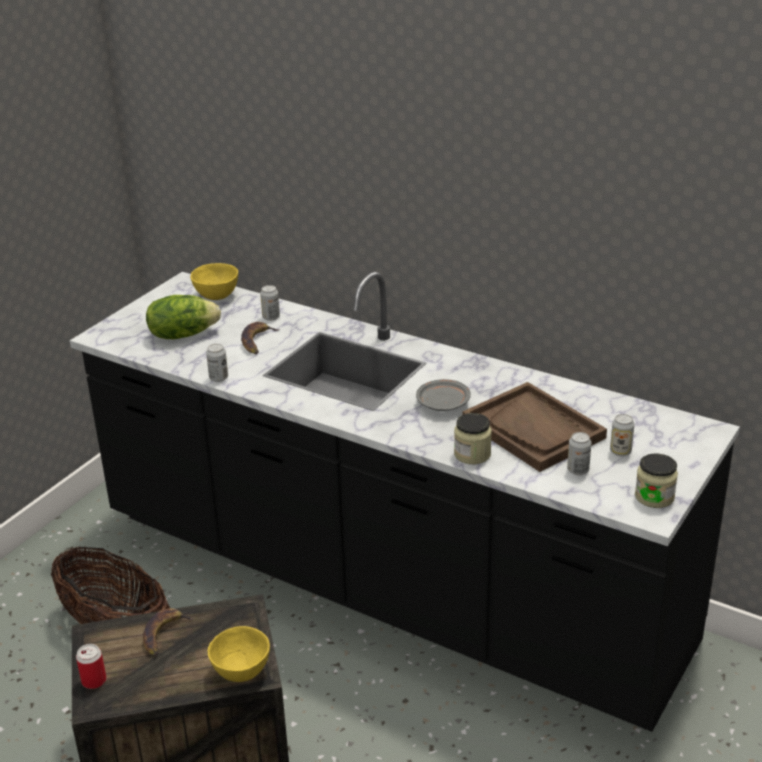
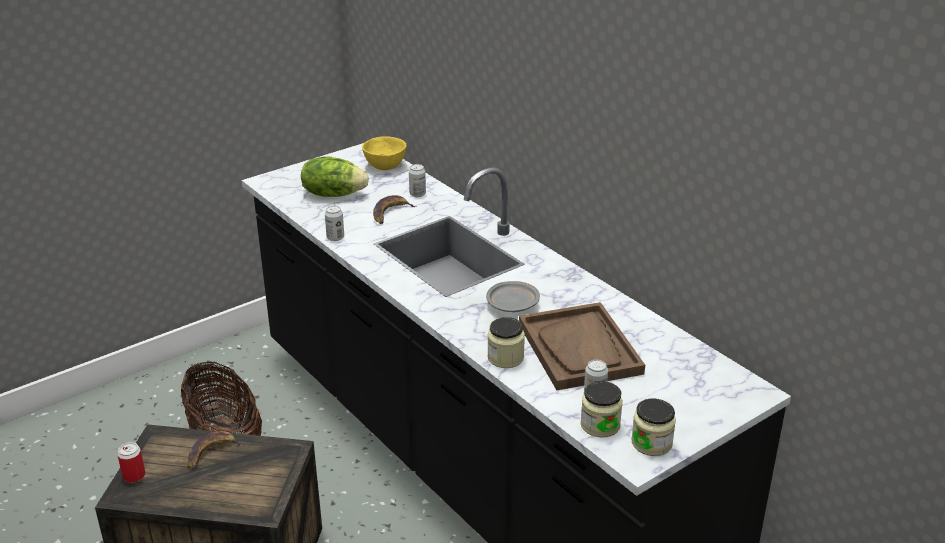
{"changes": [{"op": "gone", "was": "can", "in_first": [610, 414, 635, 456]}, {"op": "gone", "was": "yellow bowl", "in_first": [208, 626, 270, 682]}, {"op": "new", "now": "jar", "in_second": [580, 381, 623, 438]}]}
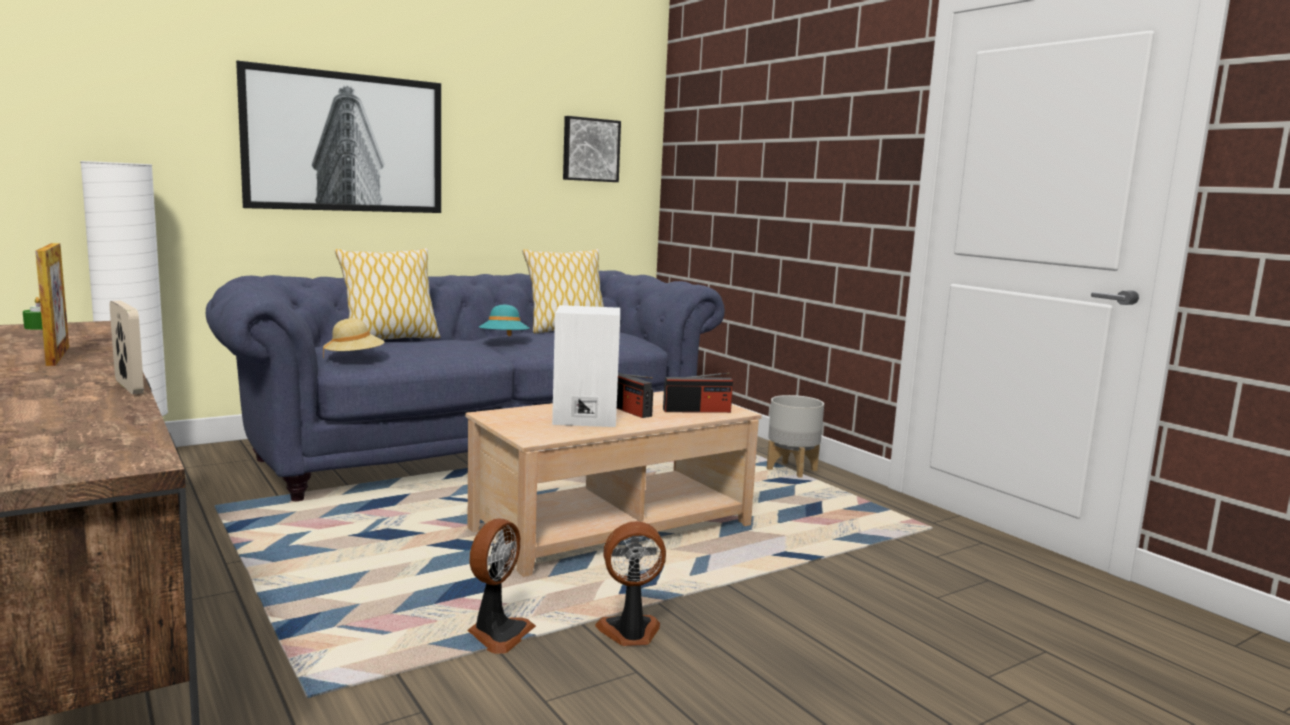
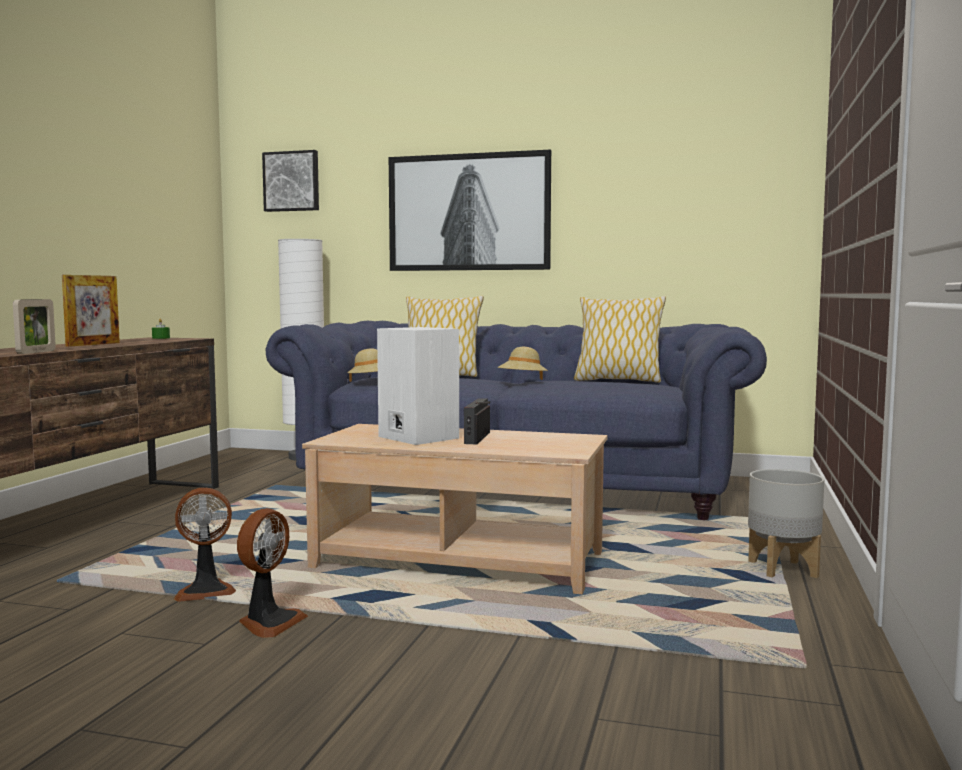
{"changes": [{"op": "shifted", "was": "picture", "in_first": [563, 116, 621, 182], "in_second": [262, 150, 319, 212]}, {"op": "repainted", "was": "turquoise hat", "now": "beige hat", "in_first": [479, 305, 530, 336], "in_second": [497, 347, 548, 380]}, {"op": "gone", "was": "radio", "in_first": [663, 372, 733, 413]}, {"op": "rotated", "was": "fan", "in_first": [595, 521, 666, 646], "in_second": [237, 508, 308, 638], "clockwise": 75}]}
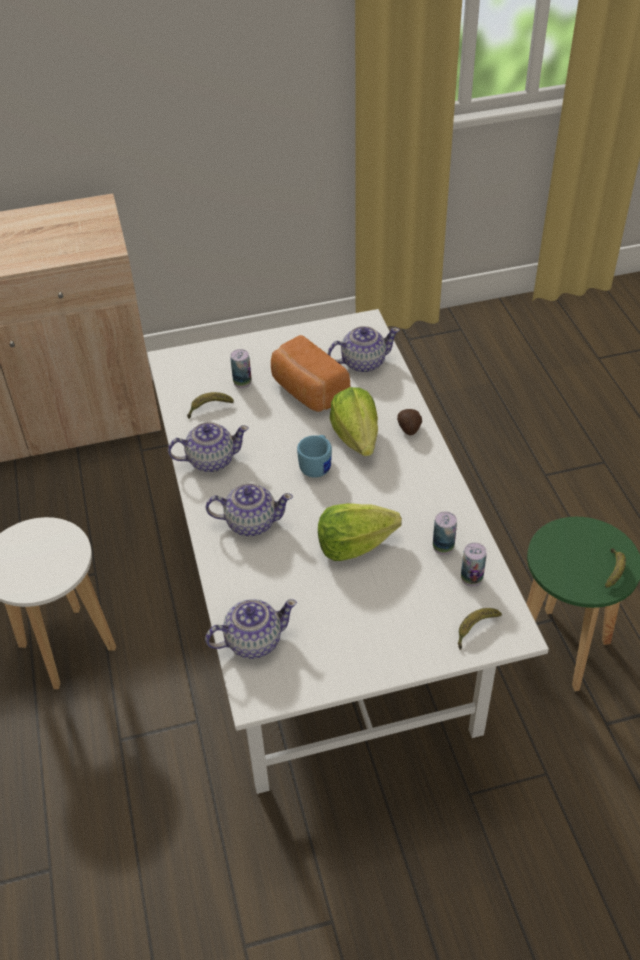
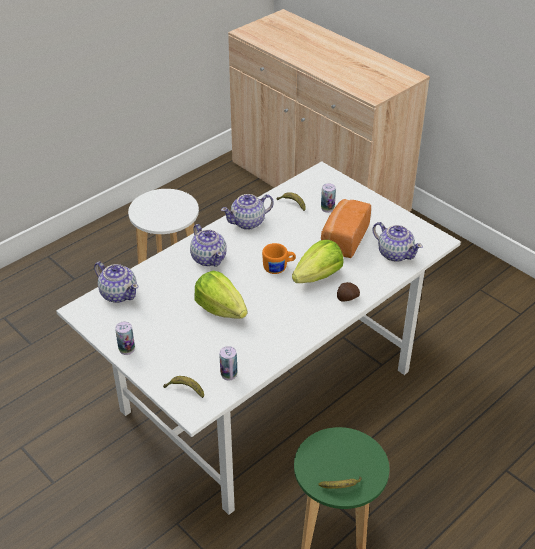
{"changes": [{"op": "rotated", "was": "teapot", "in_first": [168, 422, 249, 472], "in_second": [221, 194, 274, 230], "clockwise": 105}, {"op": "repainted", "was": "blue mug", "now": "orange mug", "in_first": [297, 435, 332, 478], "in_second": [262, 243, 296, 274]}, {"op": "shifted", "was": "can", "in_first": [433, 511, 457, 555], "in_second": [115, 321, 135, 355]}]}
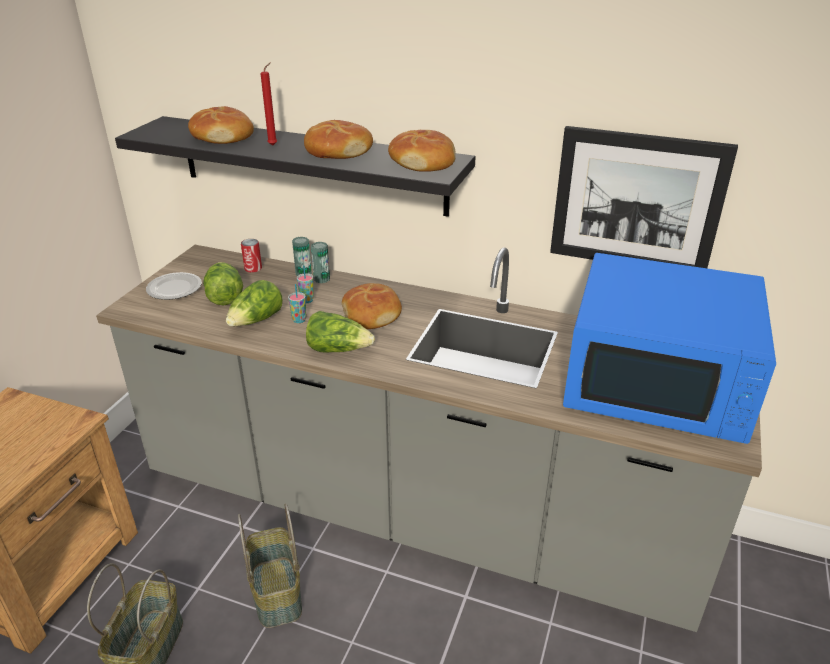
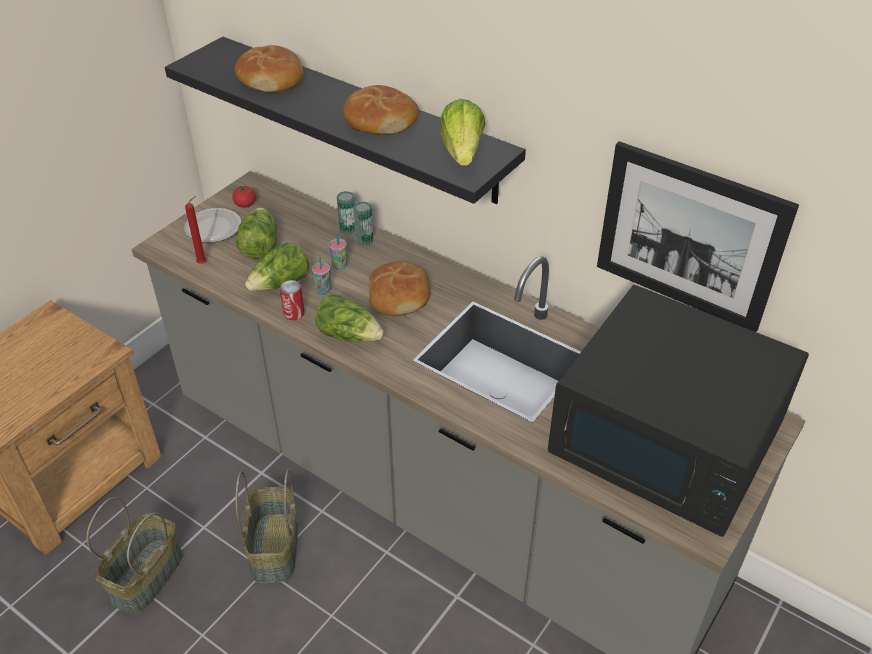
{"changes": [{"op": "shifted", "was": "red candle", "in_first": [260, 62, 277, 145], "in_second": [185, 196, 206, 264]}, {"op": "swapped", "was": "bread", "now": "lettuce", "in_first": [388, 130, 456, 172], "in_second": [439, 99, 486, 165]}, {"op": "shifted", "was": "can", "in_first": [241, 239, 262, 273], "in_second": [280, 280, 305, 320]}, {"op": "repainted", "was": "blue microwave", "now": "black microwave", "in_first": [563, 253, 776, 444], "in_second": [548, 285, 809, 537]}, {"op": "new", "now": "tomato", "in_second": [232, 185, 256, 208]}]}
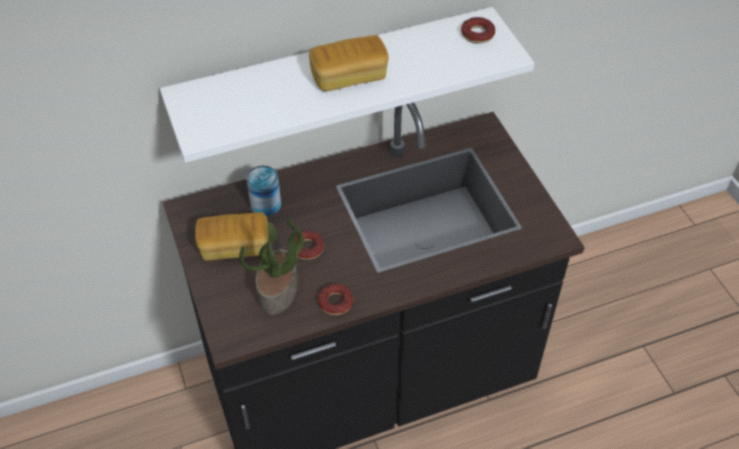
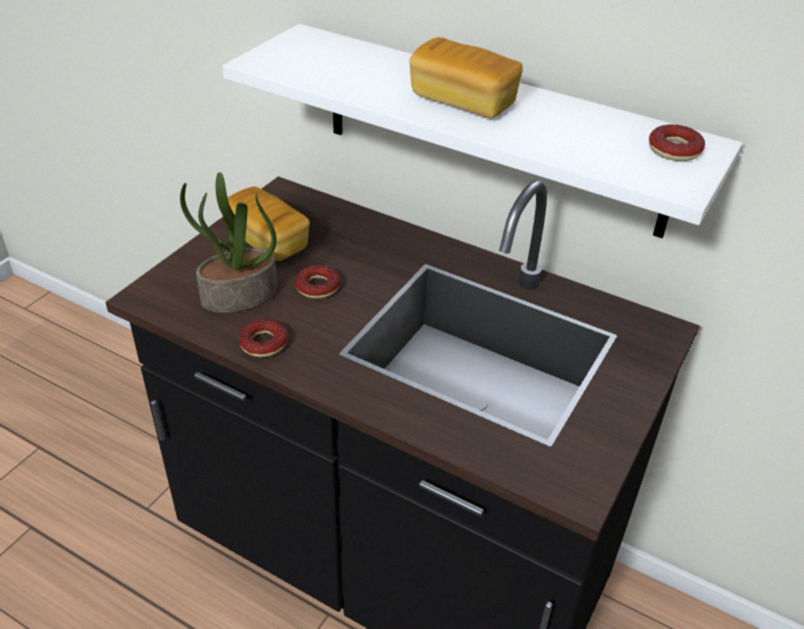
{"changes": [{"op": "gone", "was": "can", "in_first": [246, 166, 281, 217]}]}
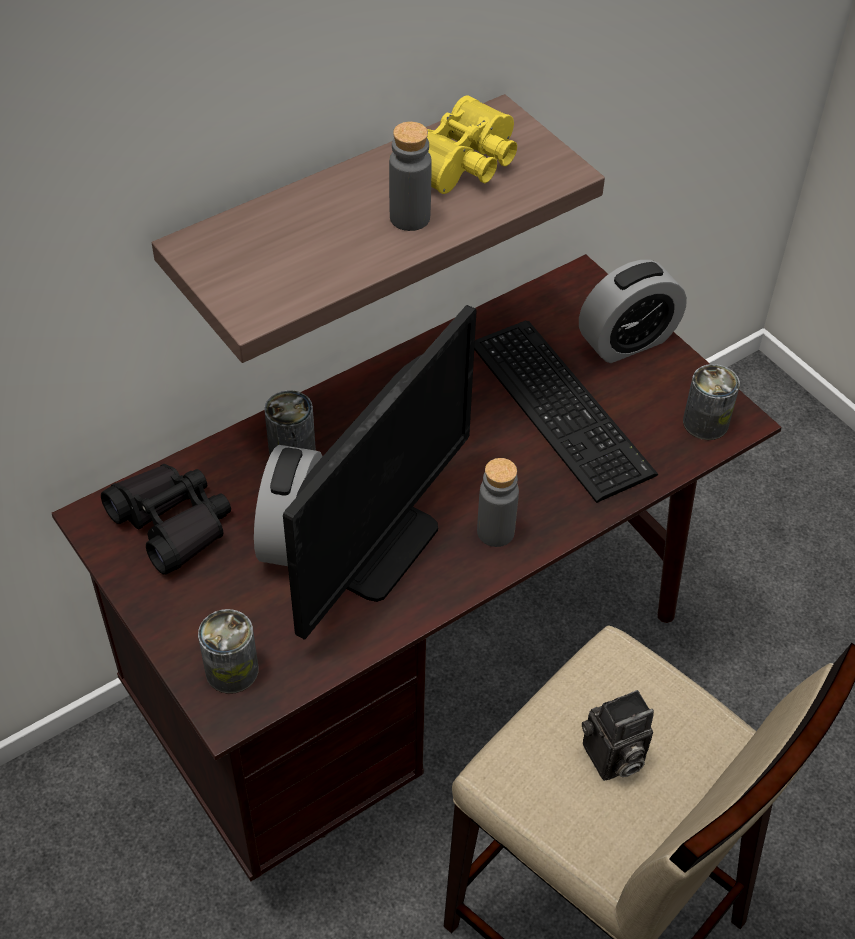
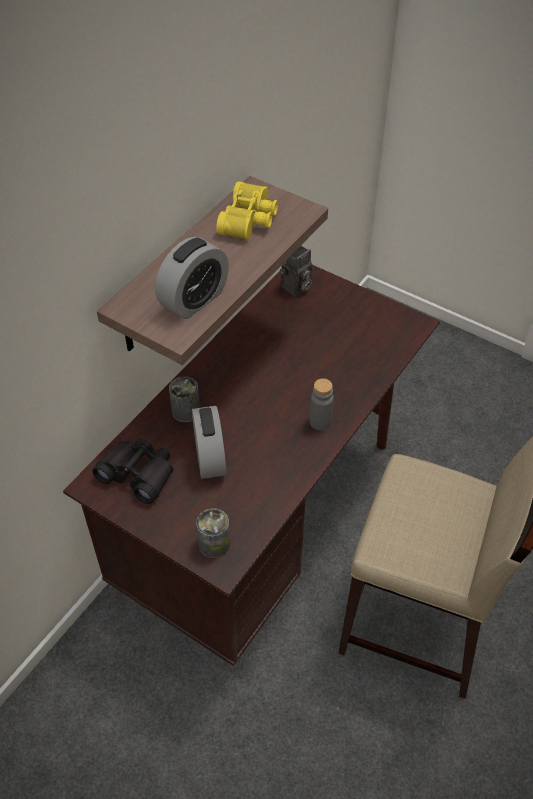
{"changes": [{"op": "gone", "was": "grey bottle", "in_first": [389, 122, 432, 231]}, {"op": "shifted", "was": "alarm clock", "in_first": [579, 260, 687, 363], "in_second": [155, 237, 229, 319]}, {"op": "gone", "was": "monitor", "in_first": [283, 305, 477, 640]}, {"op": "gone", "was": "keyboard", "in_first": [474, 321, 658, 503]}, {"op": "gone", "was": "can", "in_first": [683, 364, 740, 440]}, {"op": "shifted", "was": "photo camera", "in_first": [582, 690, 654, 781], "in_second": [280, 246, 312, 297]}]}
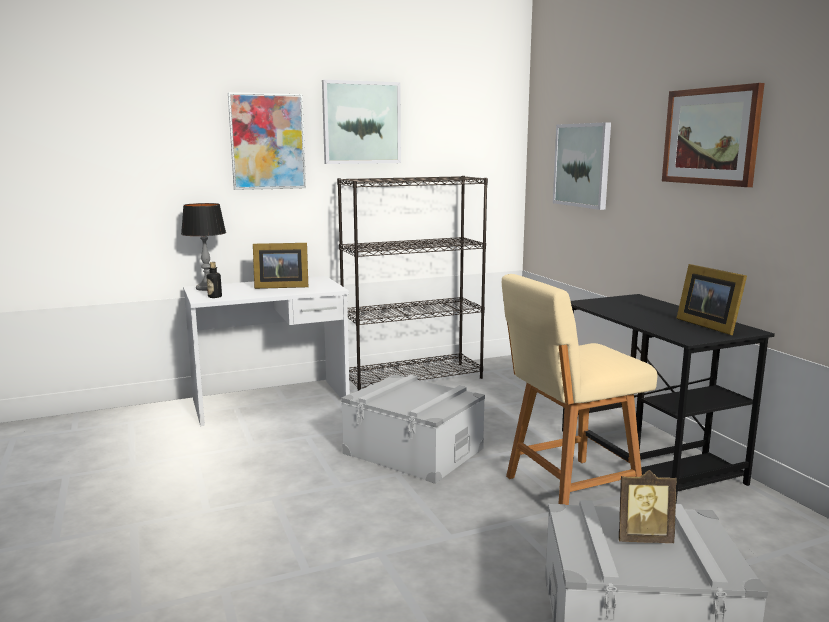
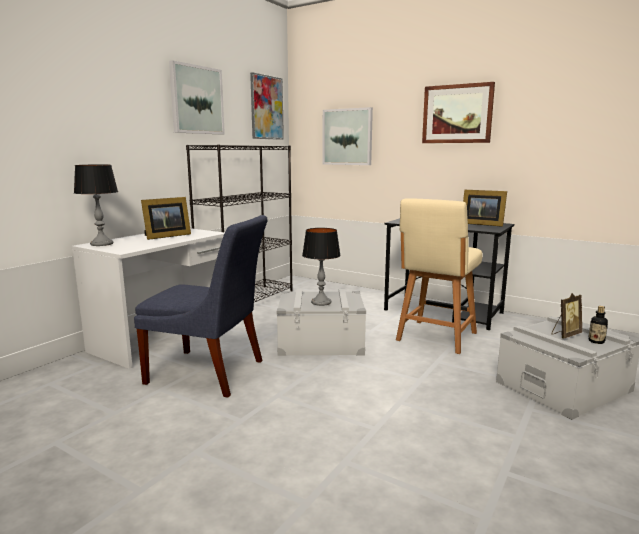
{"changes": [{"op": "shifted", "was": "picture", "in_first": [228, 92, 306, 190], "in_second": [250, 72, 284, 140]}, {"op": "shifted", "was": "bottle", "in_first": [206, 262, 222, 298], "in_second": [589, 306, 608, 344]}, {"op": "new", "now": "blue chair", "in_second": [134, 215, 268, 397]}, {"op": "new", "now": "table lamp", "in_second": [302, 228, 341, 306]}]}
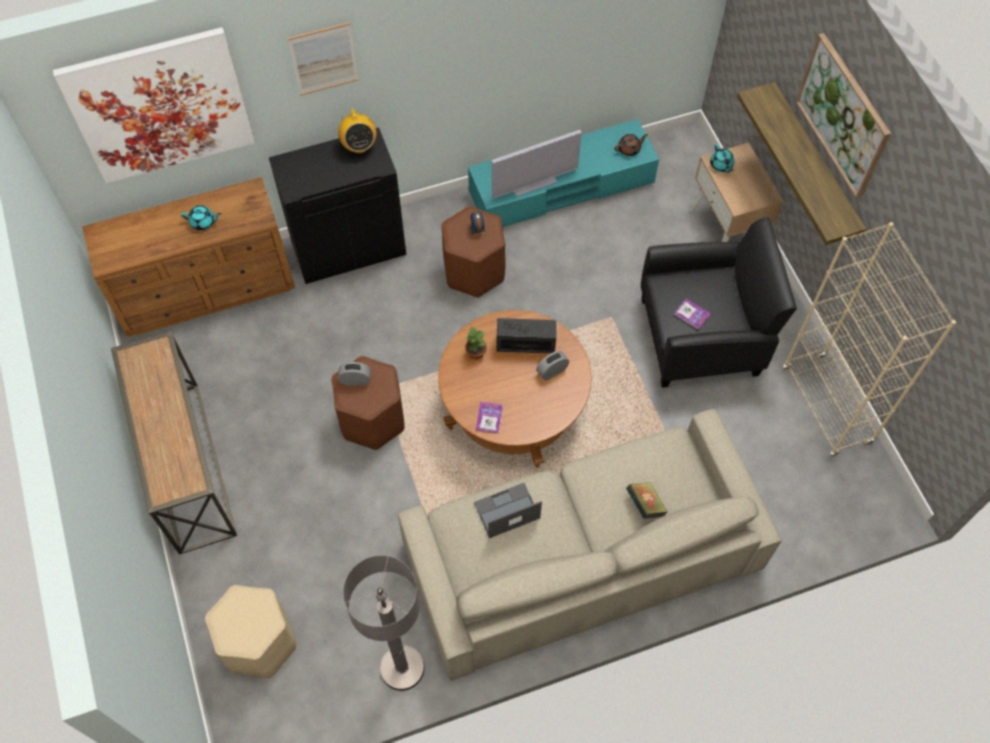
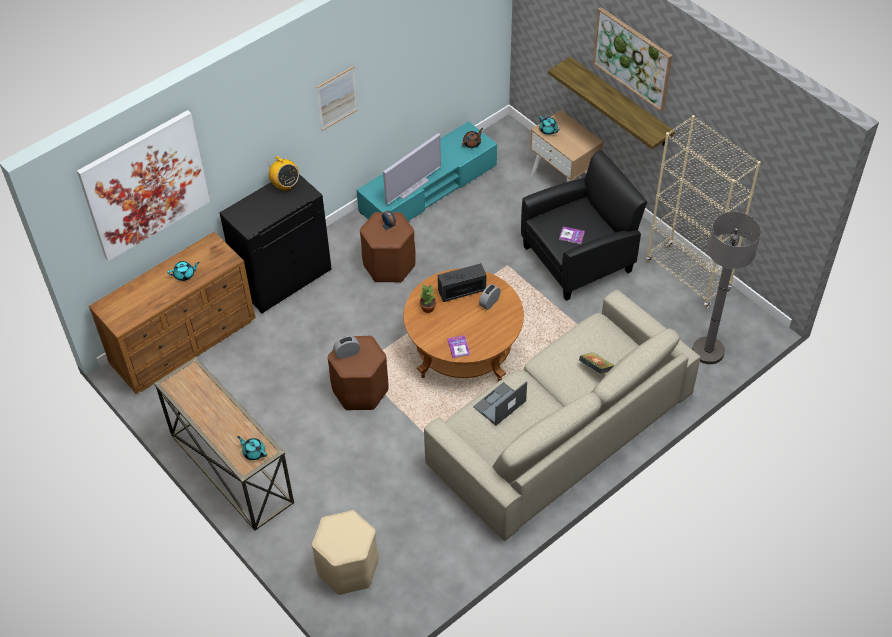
{"changes": [{"op": "shifted", "was": "picture", "in_first": [287, 22, 359, 96], "in_second": [316, 66, 358, 131]}, {"op": "shifted", "was": "grey floor lamp", "in_first": [343, 555, 424, 691], "in_second": [692, 212, 761, 364]}, {"op": "new", "now": "turquoise teapot", "in_second": [237, 436, 267, 460]}]}
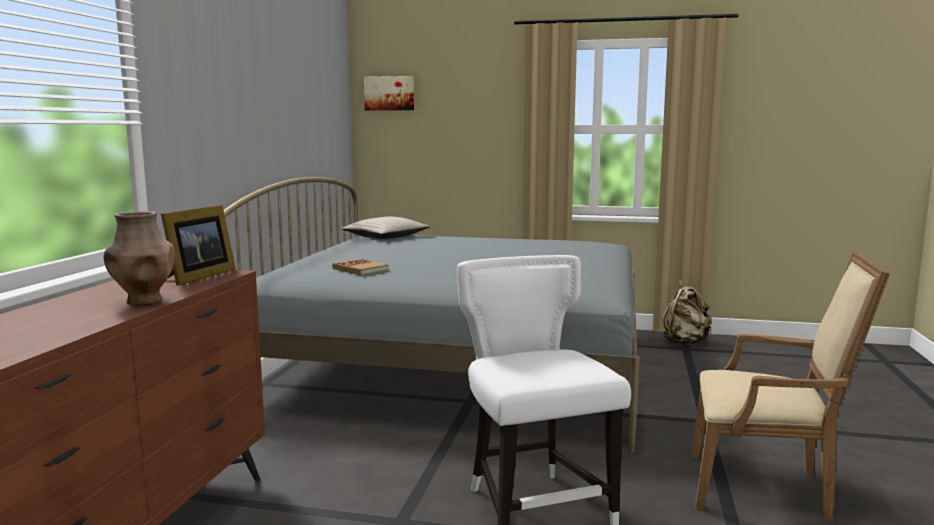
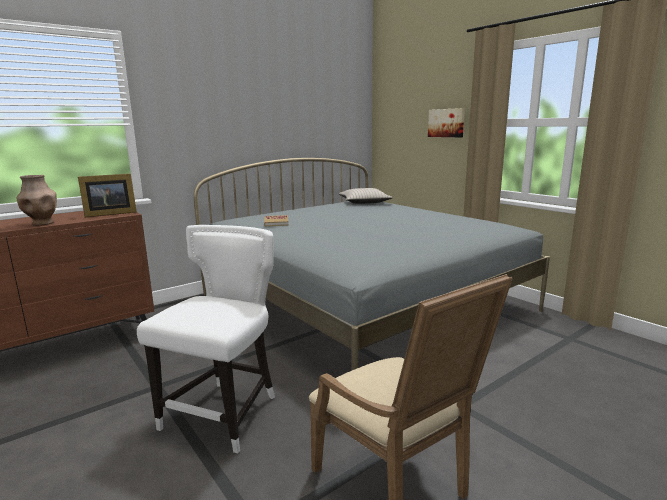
{"changes": [{"op": "shifted", "was": "picture", "in_first": [364, 76, 414, 111], "in_second": [428, 108, 465, 137]}, {"op": "gone", "was": "beige backpack", "in_first": [663, 280, 712, 345]}]}
